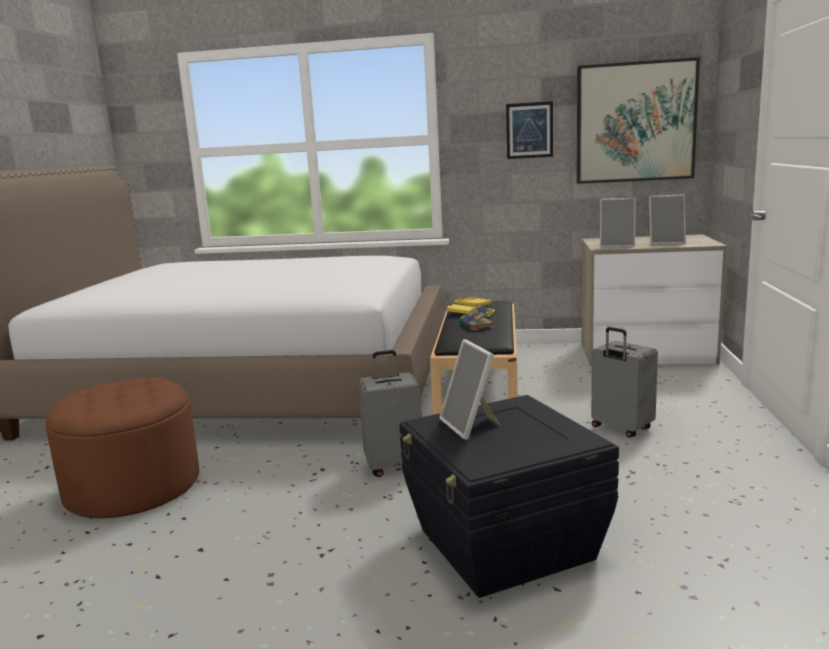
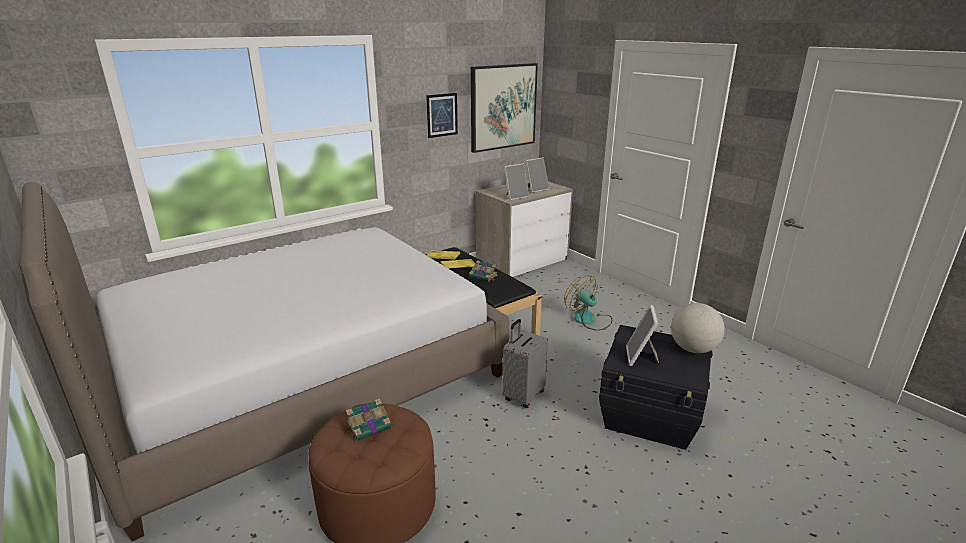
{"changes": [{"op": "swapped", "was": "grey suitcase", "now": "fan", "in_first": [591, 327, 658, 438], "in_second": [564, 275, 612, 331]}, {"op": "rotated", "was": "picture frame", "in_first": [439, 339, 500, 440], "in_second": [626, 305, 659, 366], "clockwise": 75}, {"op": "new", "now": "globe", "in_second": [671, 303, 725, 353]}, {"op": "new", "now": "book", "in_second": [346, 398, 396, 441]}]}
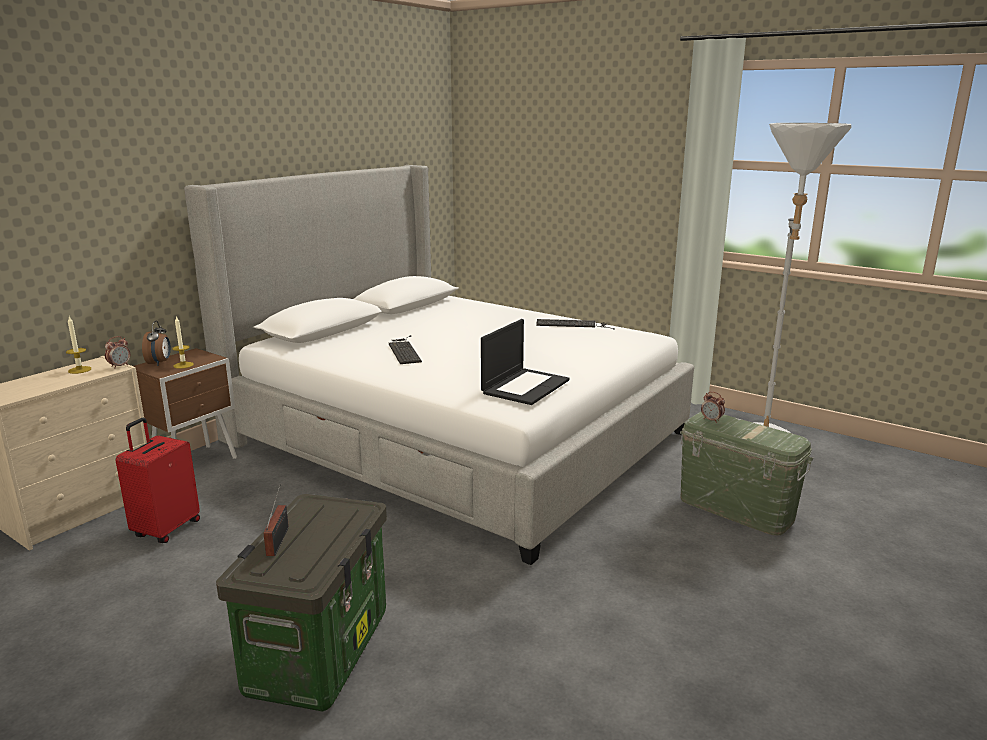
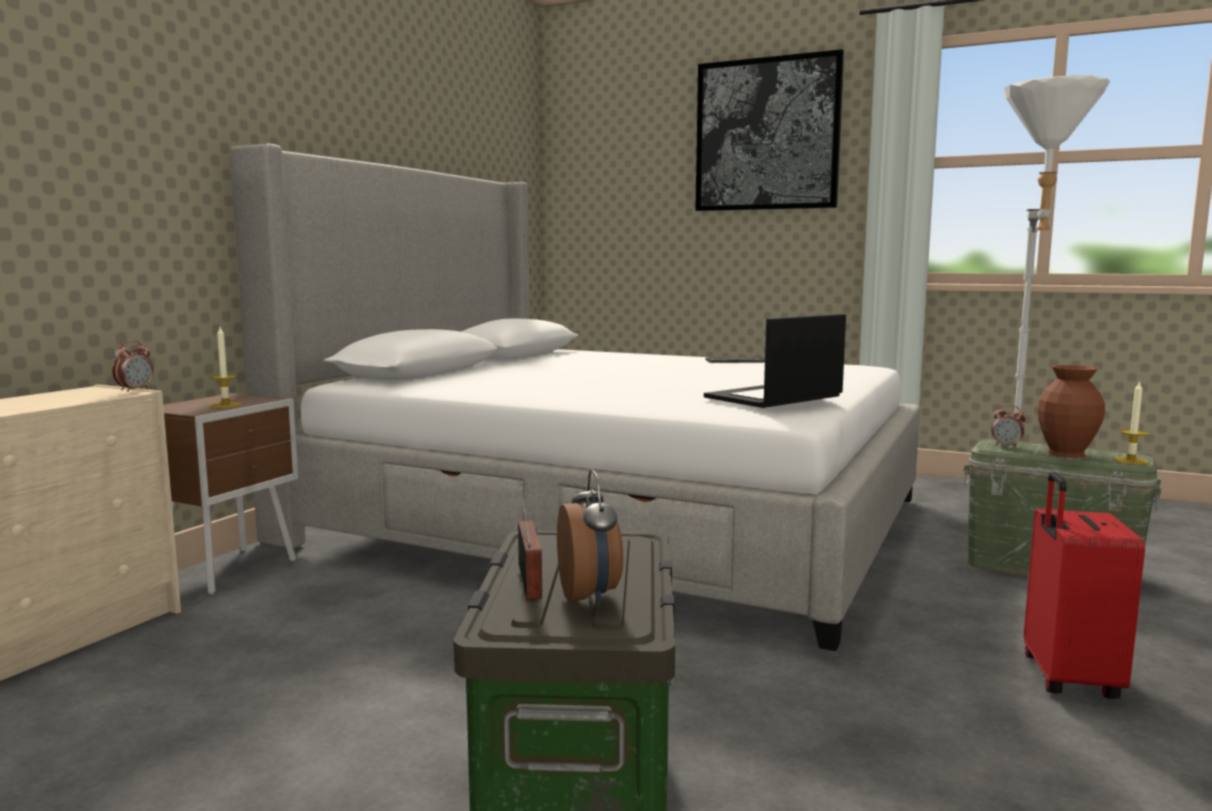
{"changes": [{"op": "shifted", "was": "candle", "in_first": [66, 317, 91, 374], "in_second": [1114, 381, 1149, 465]}, {"op": "rotated", "was": "laptop", "in_first": [481, 319, 569, 405], "in_second": [704, 314, 846, 408], "clockwise": -150}, {"op": "shifted", "was": "alarm clock", "in_first": [142, 321, 171, 366], "in_second": [557, 470, 623, 606]}, {"op": "gone", "was": "keyboard", "in_first": [389, 335, 422, 364]}, {"op": "shifted", "was": "red suitcase", "in_first": [116, 418, 200, 543], "in_second": [1024, 472, 1145, 699]}, {"op": "new", "now": "picture", "in_second": [696, 49, 844, 211]}, {"op": "new", "now": "brown vase", "in_second": [1037, 365, 1105, 458]}]}
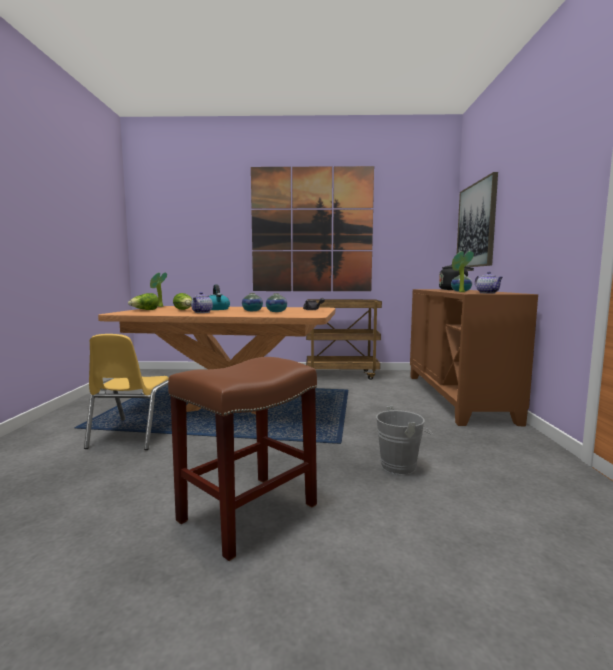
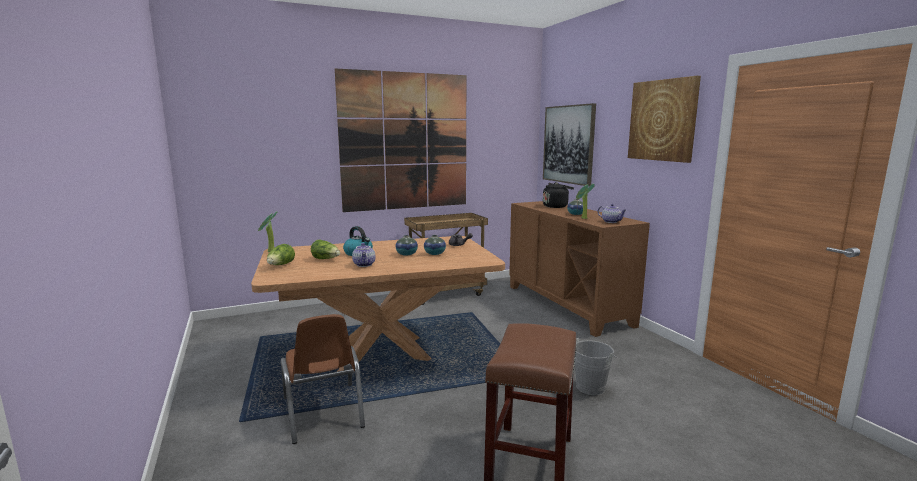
{"changes": [{"op": "repainted", "was": "yellow chair", "now": "brown chair", "in_first": [84, 334, 169, 450], "in_second": [281, 314, 365, 444]}, {"op": "new", "now": "picture", "in_second": [628, 76, 701, 163]}]}
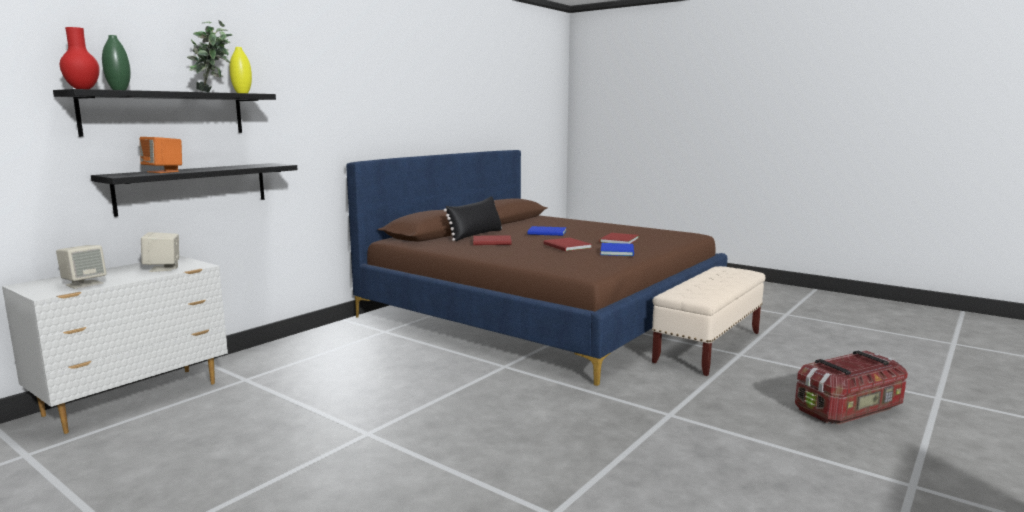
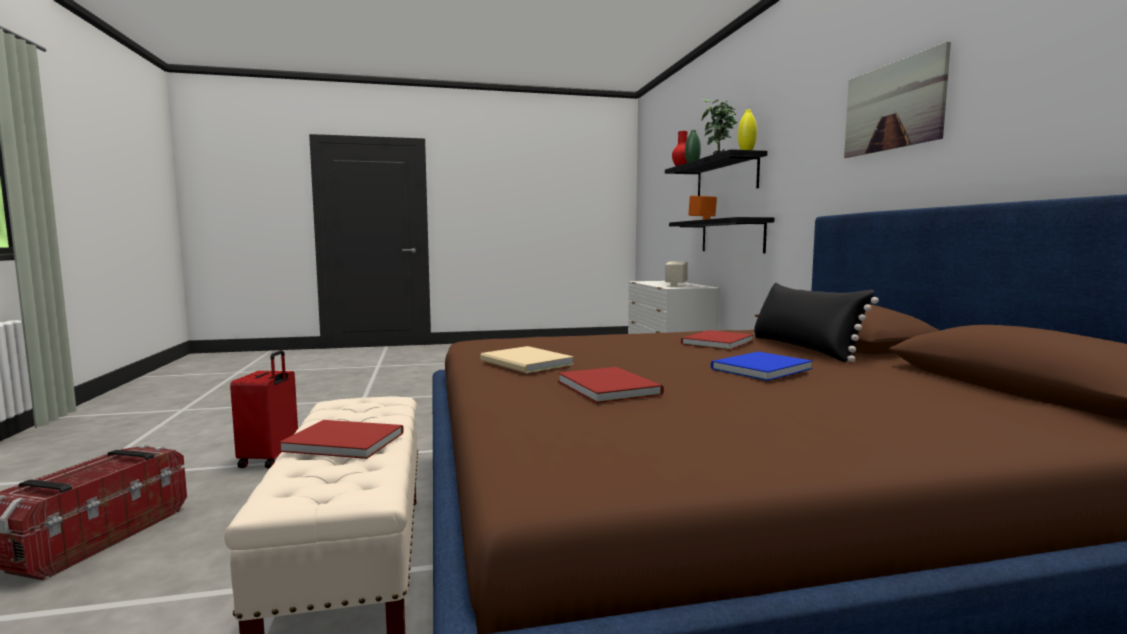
{"changes": [{"op": "shifted", "was": "red book", "in_first": [544, 238, 592, 251], "in_second": [279, 420, 404, 459]}, {"op": "repainted", "was": "blue book", "now": "beige book", "in_first": [600, 243, 634, 256], "in_second": [480, 346, 574, 373]}, {"op": "gone", "was": "beige speaker", "in_first": [56, 245, 107, 289]}, {"op": "new", "now": "picture", "in_second": [844, 42, 951, 158]}, {"op": "new", "now": "red suitcase", "in_second": [230, 350, 298, 468]}]}
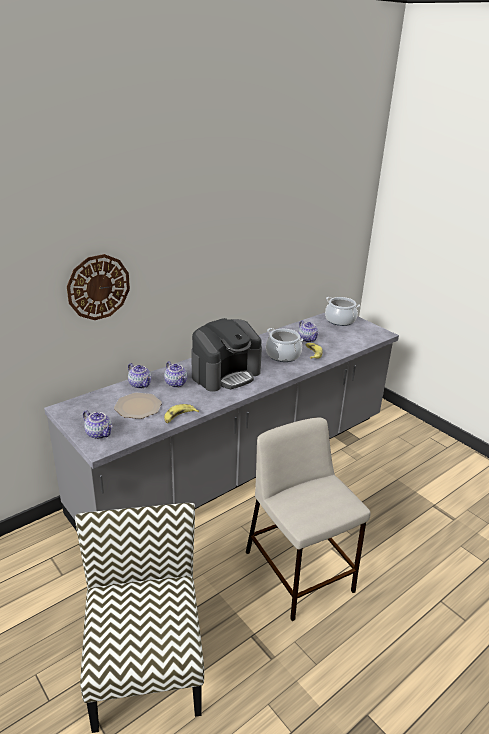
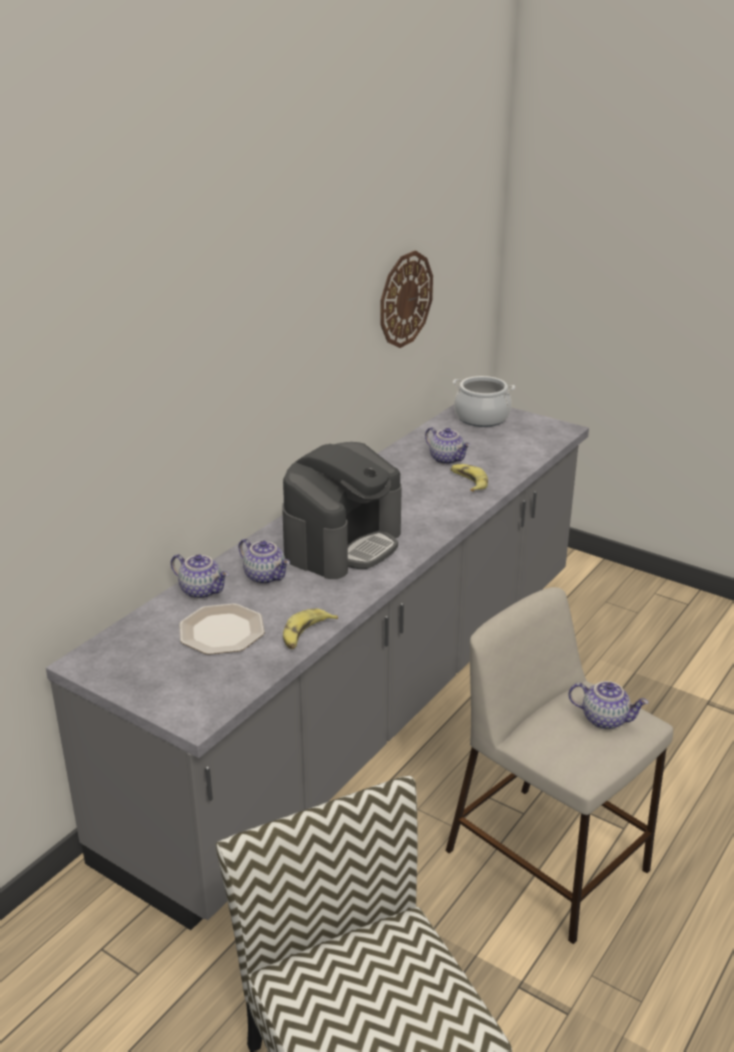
{"changes": [{"op": "shifted", "was": "wall clock", "in_first": [67, 254, 130, 320], "in_second": [380, 251, 433, 348]}, {"op": "gone", "was": "cooking pot", "in_first": [266, 328, 303, 362]}, {"op": "shifted", "was": "teapot", "in_first": [83, 410, 113, 439], "in_second": [569, 681, 649, 730]}]}
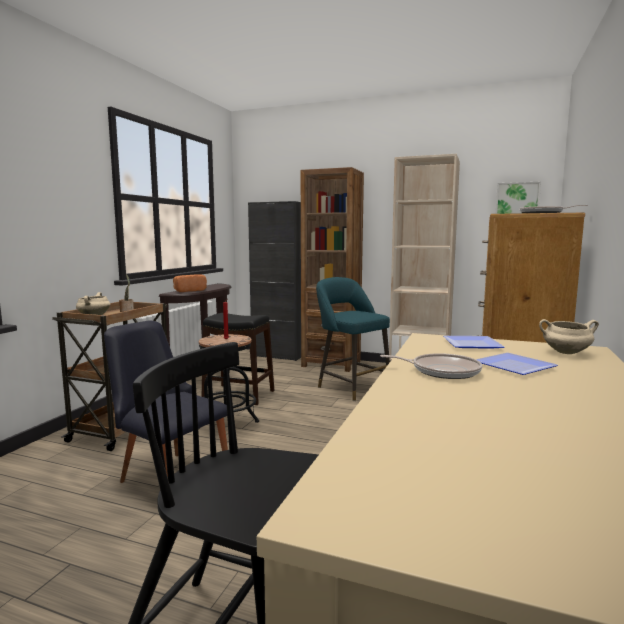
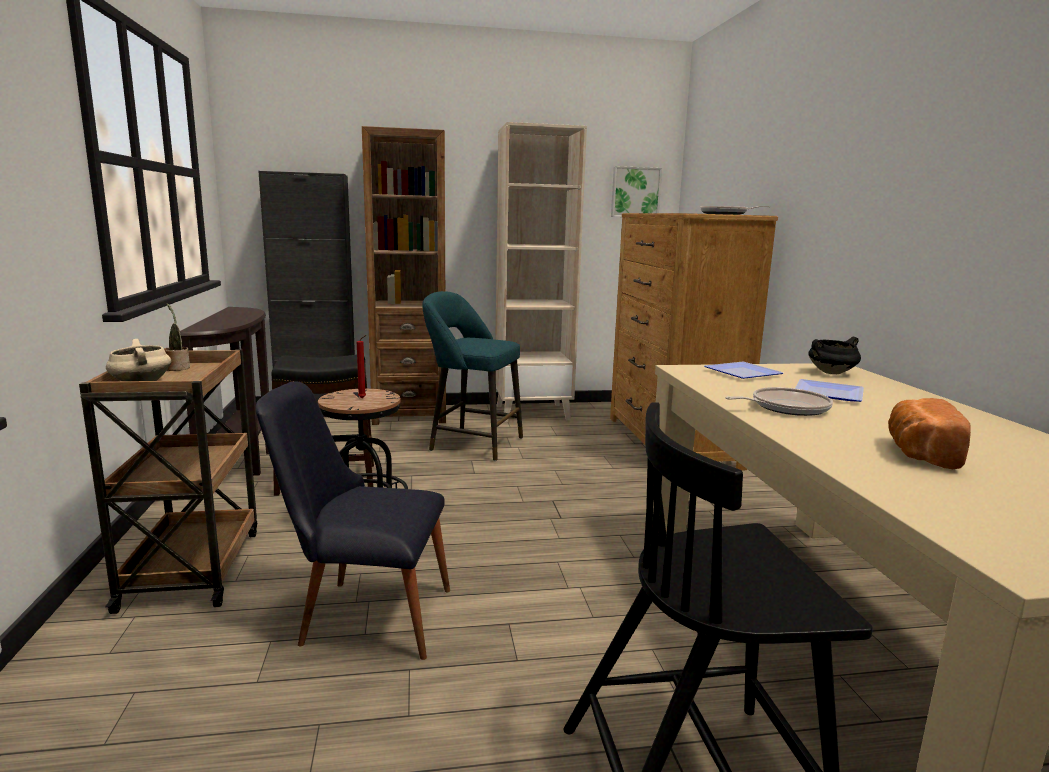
{"changes": [{"op": "shifted", "was": "bread", "in_first": [173, 274, 207, 292], "in_second": [888, 398, 971, 469]}, {"op": "repainted", "was": "beige cooking pot", "now": "black cooking pot", "in_first": [539, 319, 599, 354], "in_second": [808, 337, 861, 374]}]}
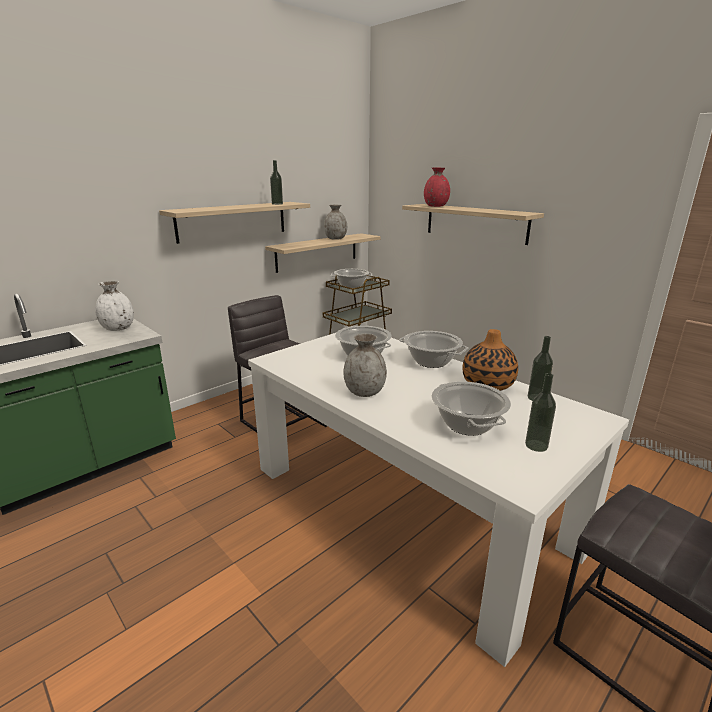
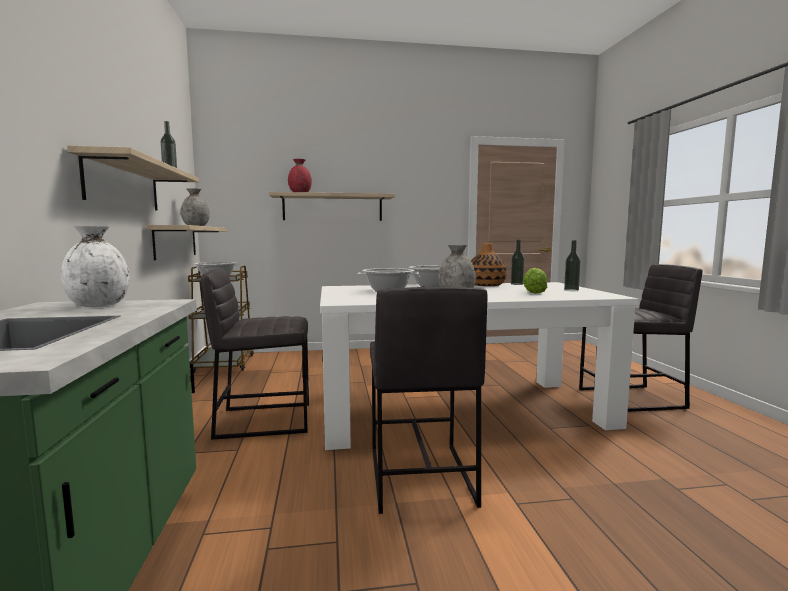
{"changes": [{"op": "swapped", "was": "cooking pot", "now": "lettuce", "in_first": [432, 382, 511, 436], "in_second": [523, 268, 547, 294]}, {"op": "new", "now": "grey stool", "in_second": [370, 287, 487, 514]}]}
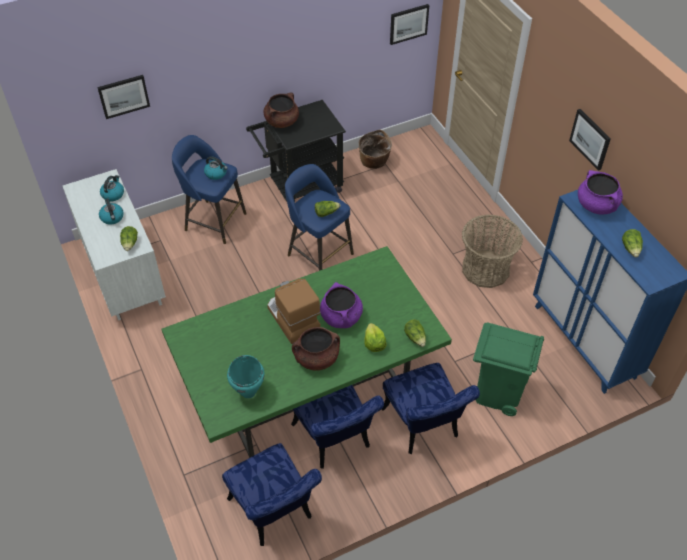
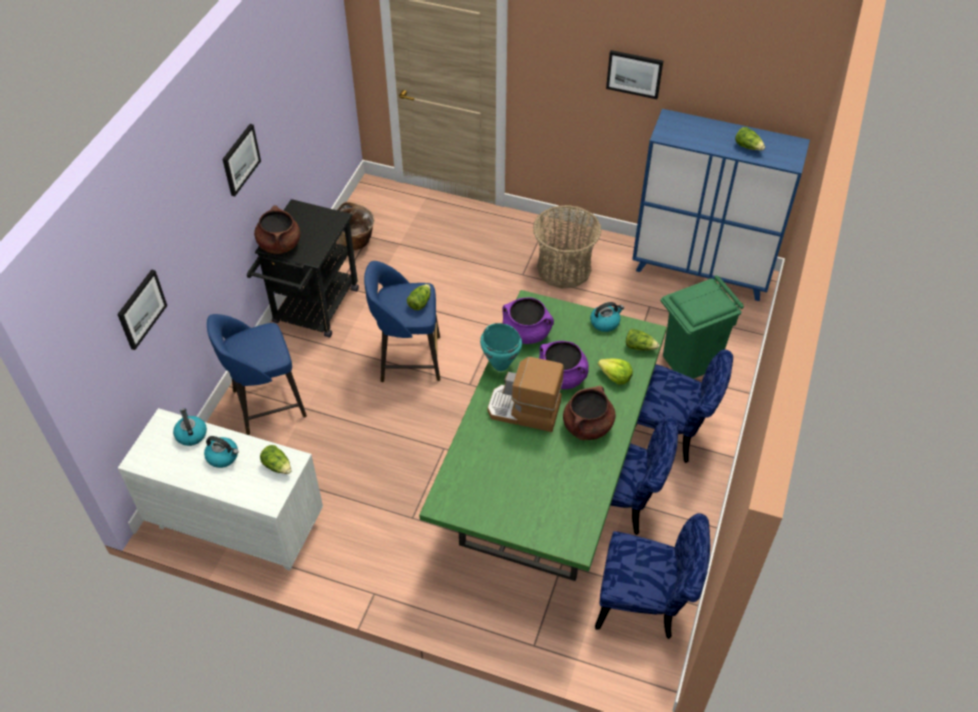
{"changes": [{"op": "shifted", "was": "picture", "in_first": [390, 4, 429, 45], "in_second": [222, 124, 261, 197]}, {"op": "shifted", "was": "kettle", "in_first": [204, 156, 228, 180], "in_second": [590, 302, 624, 332]}, {"op": "shifted", "was": "purple cooking pot", "in_first": [578, 170, 623, 215], "in_second": [502, 297, 554, 344]}, {"op": "shifted", "was": "turquoise cooking pot", "in_first": [227, 355, 265, 398], "in_second": [480, 323, 522, 371]}]}
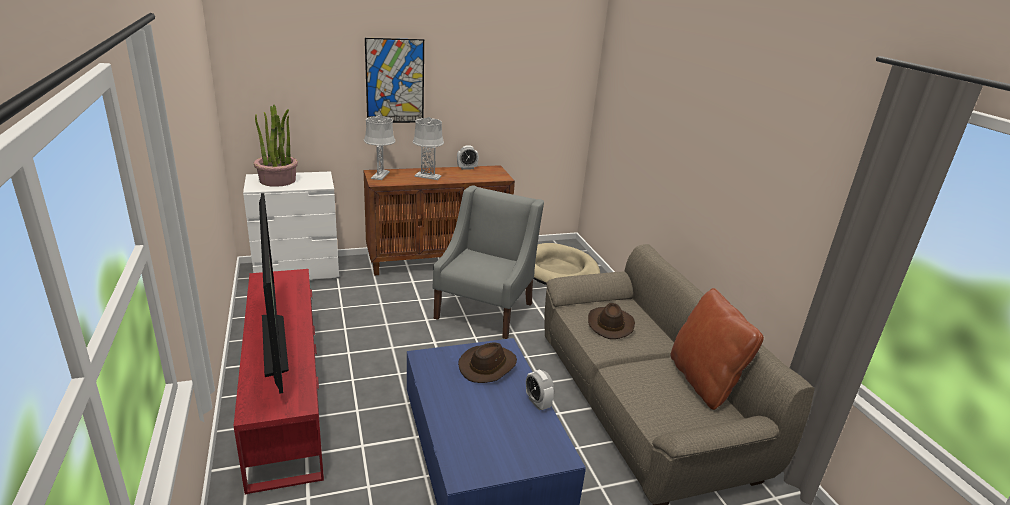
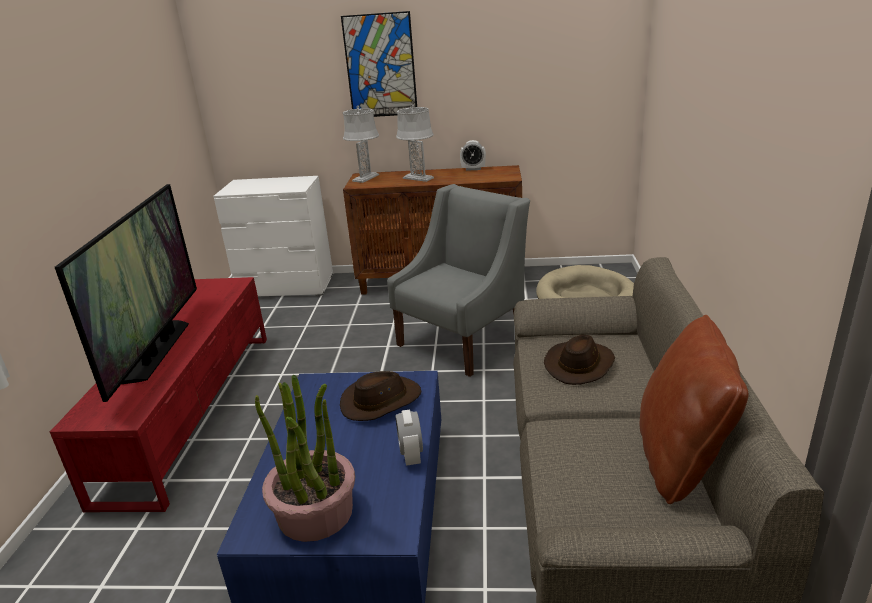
{"changes": [{"op": "shifted", "was": "potted plant", "in_first": [254, 105, 298, 187], "in_second": [255, 374, 355, 542]}]}
